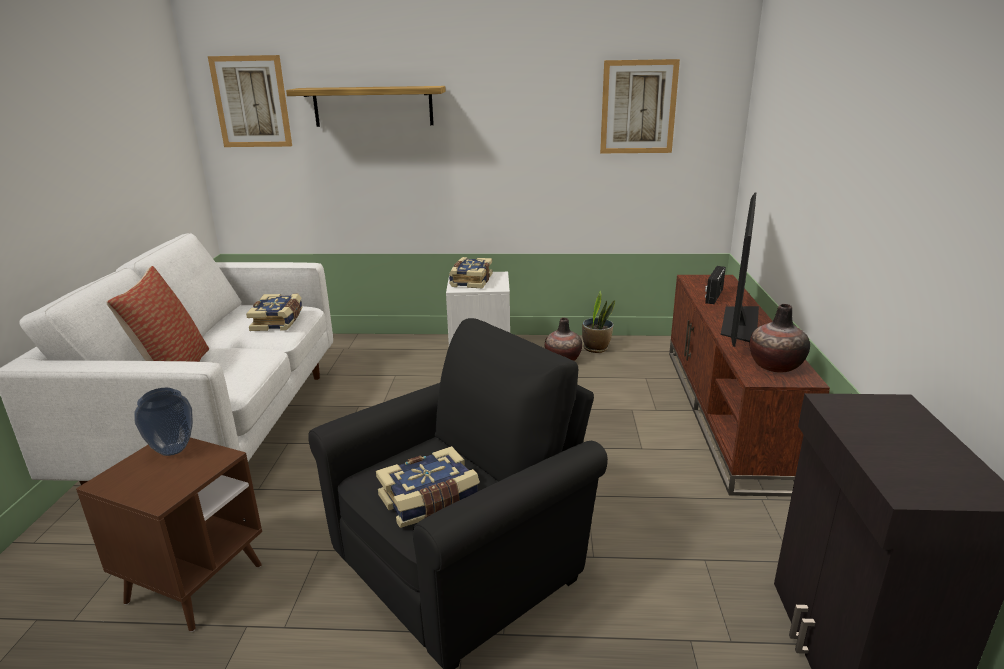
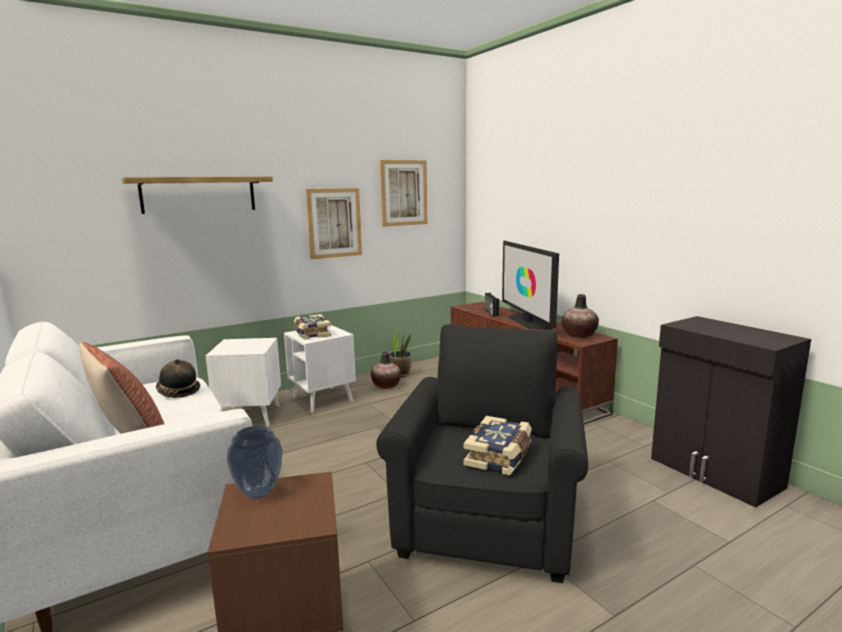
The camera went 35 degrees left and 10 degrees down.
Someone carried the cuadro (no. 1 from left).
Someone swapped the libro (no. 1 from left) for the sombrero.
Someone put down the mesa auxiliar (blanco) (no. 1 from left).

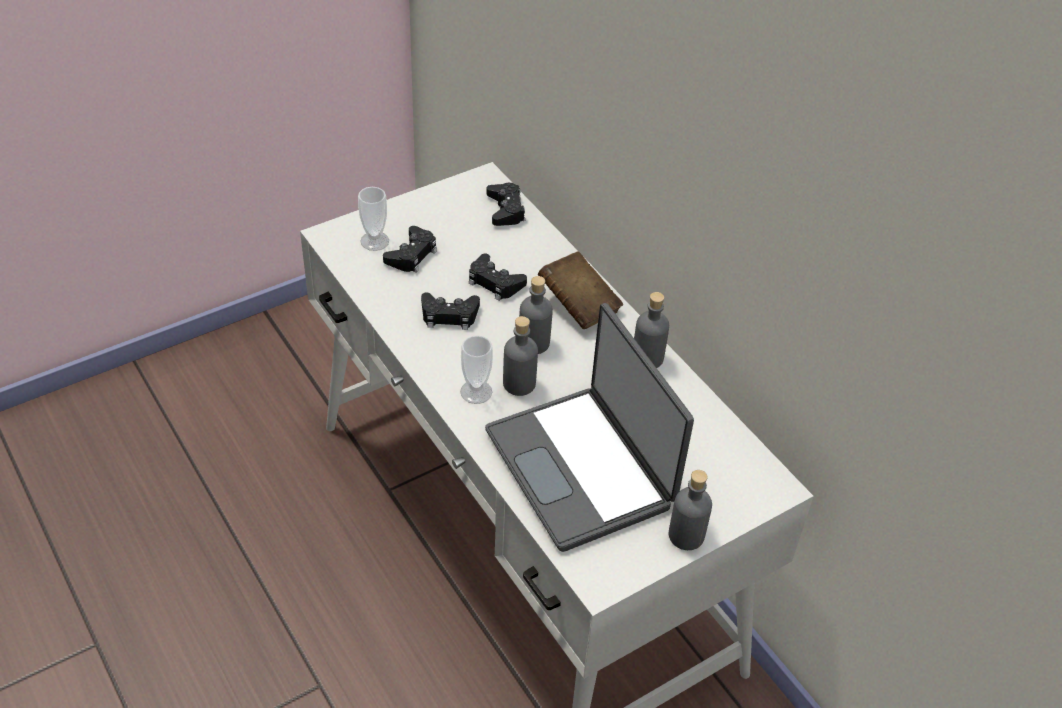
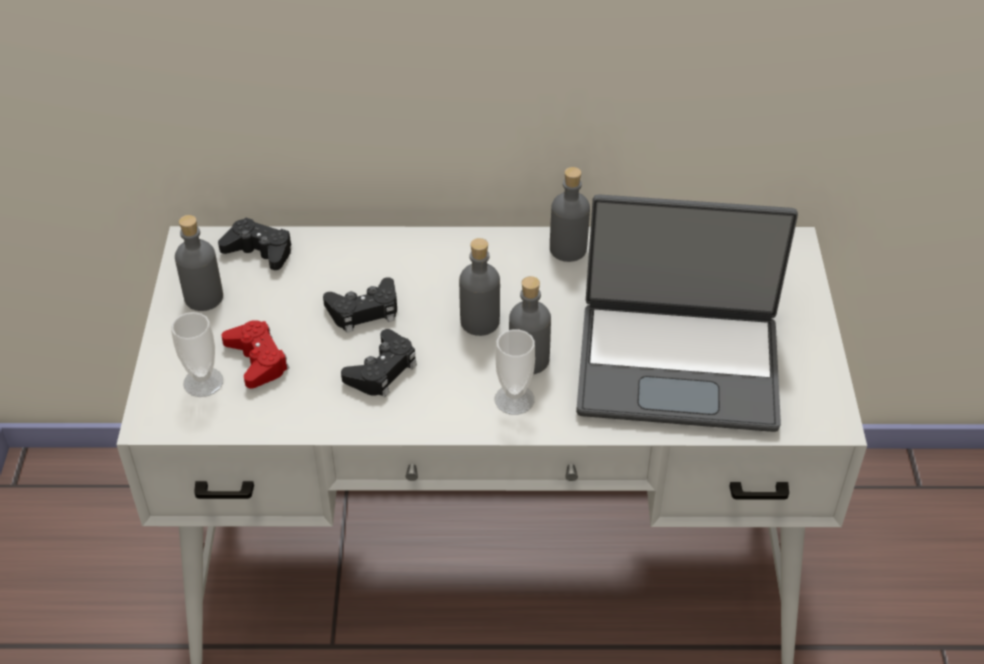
The camera went 55 degrees left and 0 degrees up.
Someone repainted the mando de consola (negro) (no. 1 from left), which became the mando de consola (rojo).
Someone took away the libro (marrón).
Someone carried the botella (gris) (no. 4 from left in the first image).

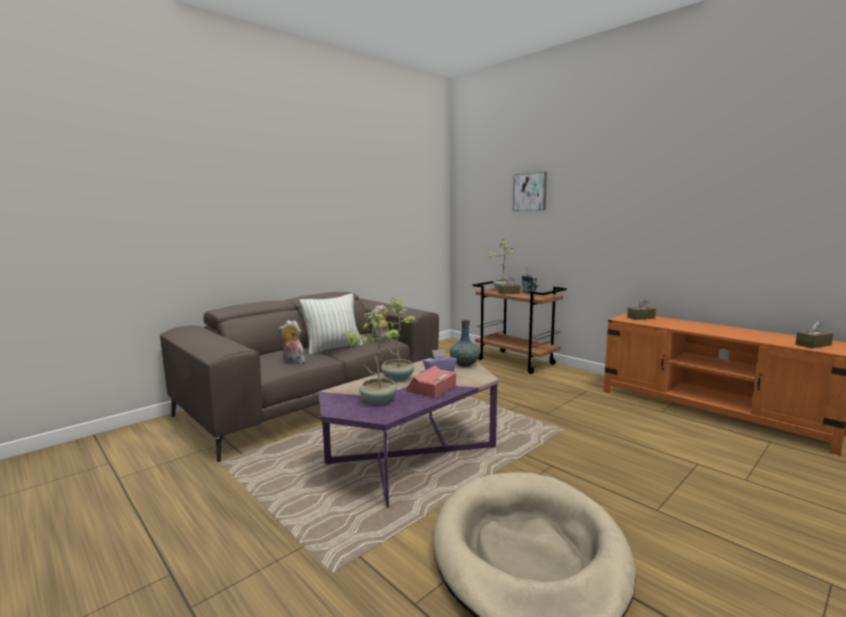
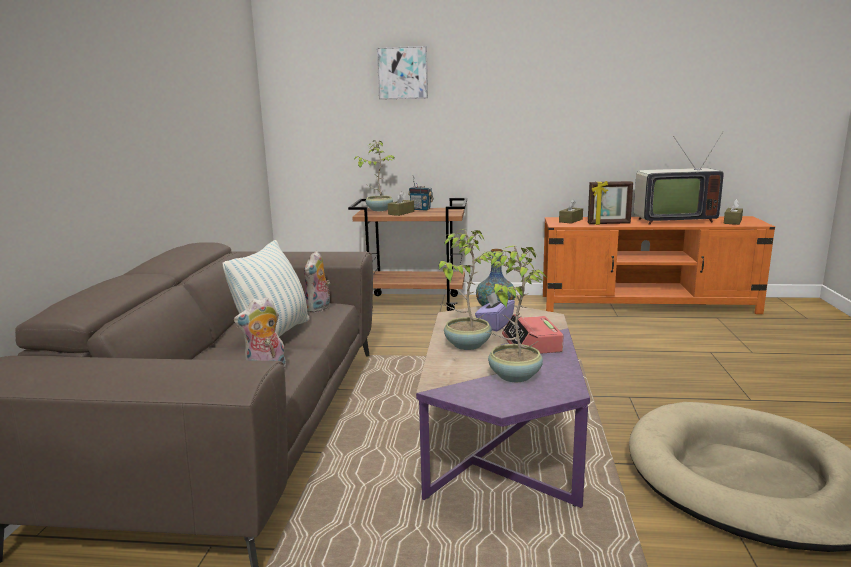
The camera went 40 degrees left and 5 degrees up.
Someone put down the portarretratos.
Someone put down the televisor.

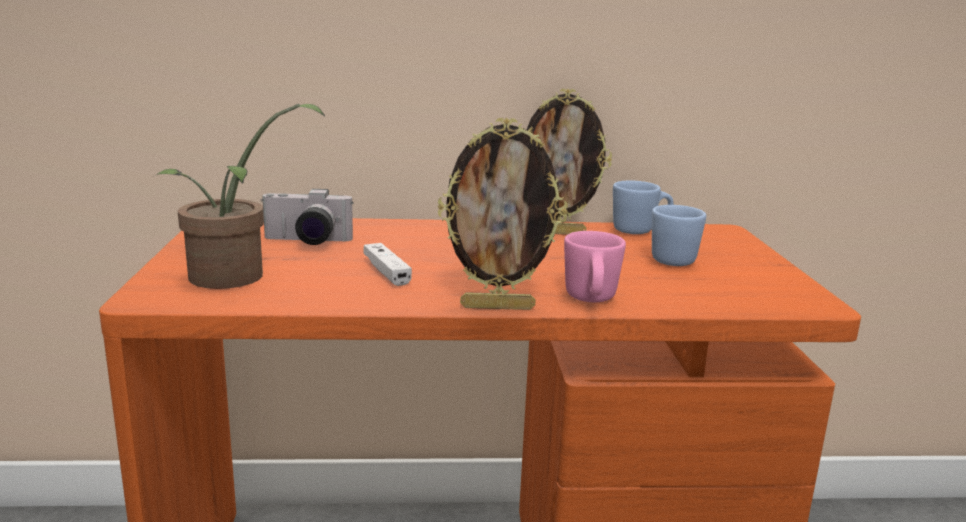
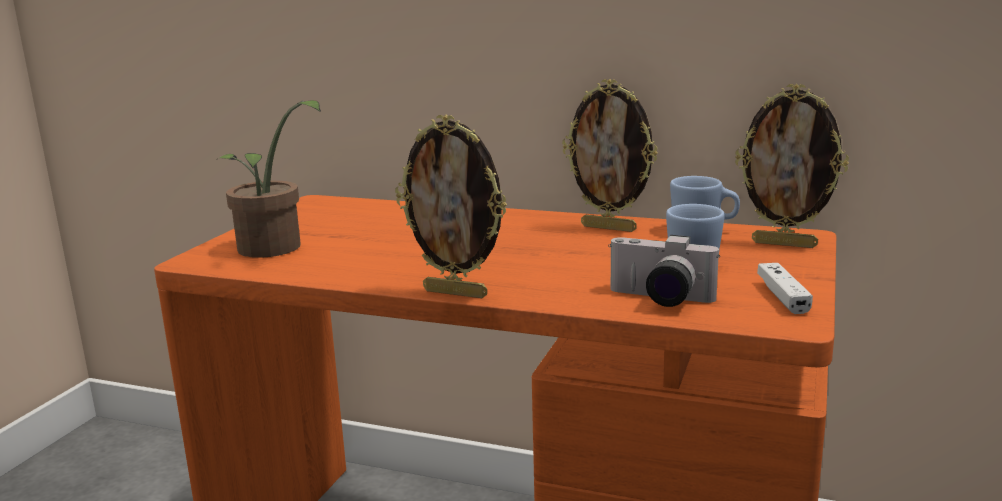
The camera went 25 degrees right and 0 degrees up.
Someone carried the cámara.
Someone carried the mando de consola (blanco).
Someone took away the taza grande (rosa).
Someone put down the portarretratos (no. 3 from left).

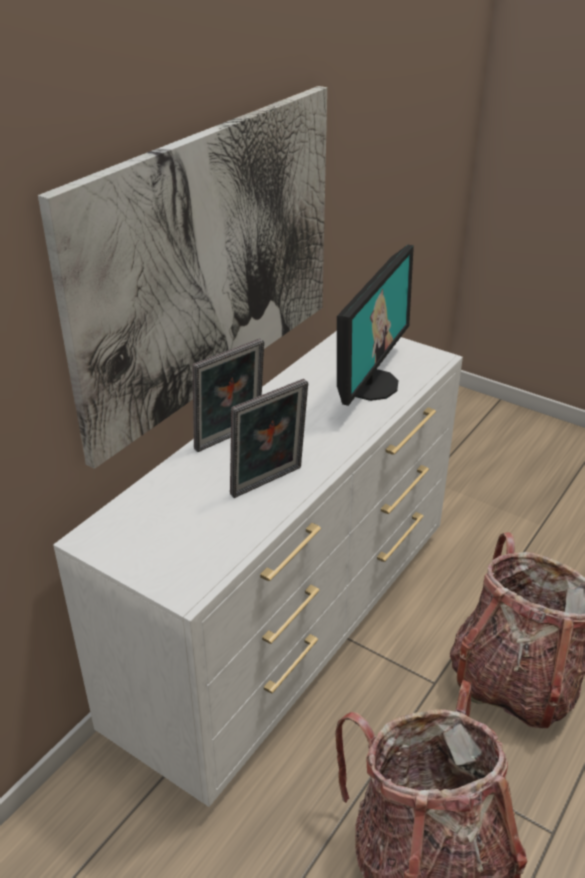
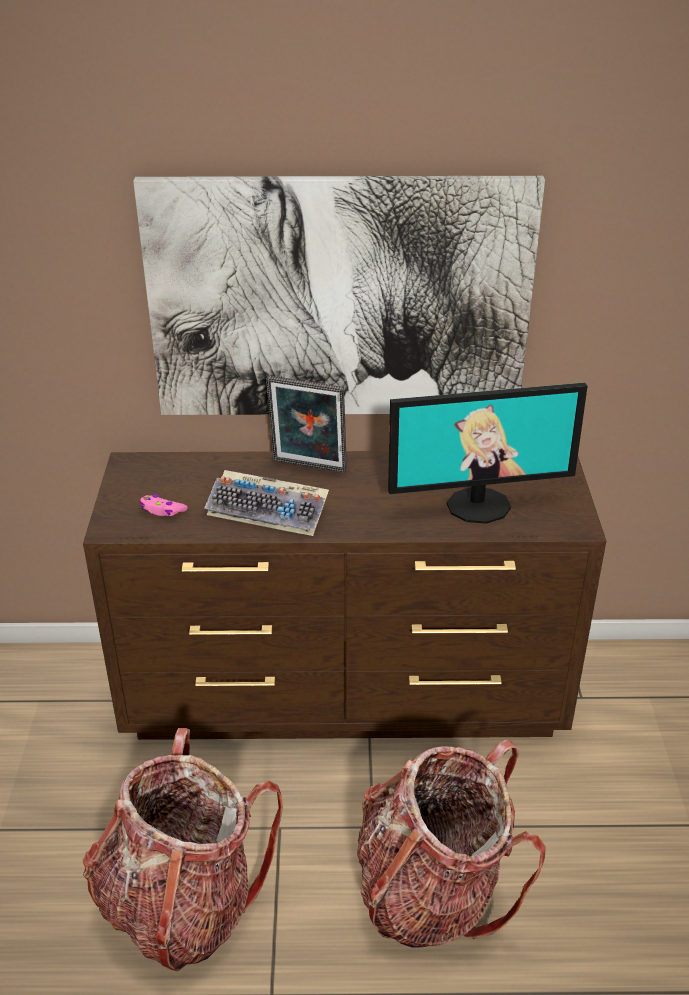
The camera went 55 degrees right and 0 degrees up.
Someone repainted the cómoda (blanco), which became the cómoda (marrón).
Someone swapped the portarretratos (no. 2 from left) for the teclado.
Someone put down the mando de consola (rosa).

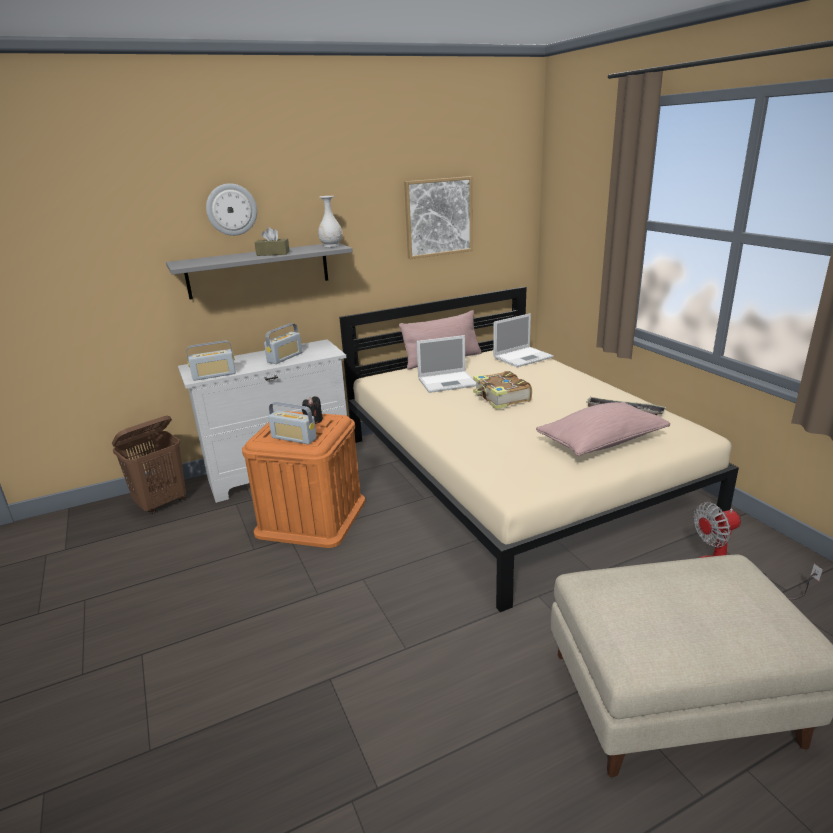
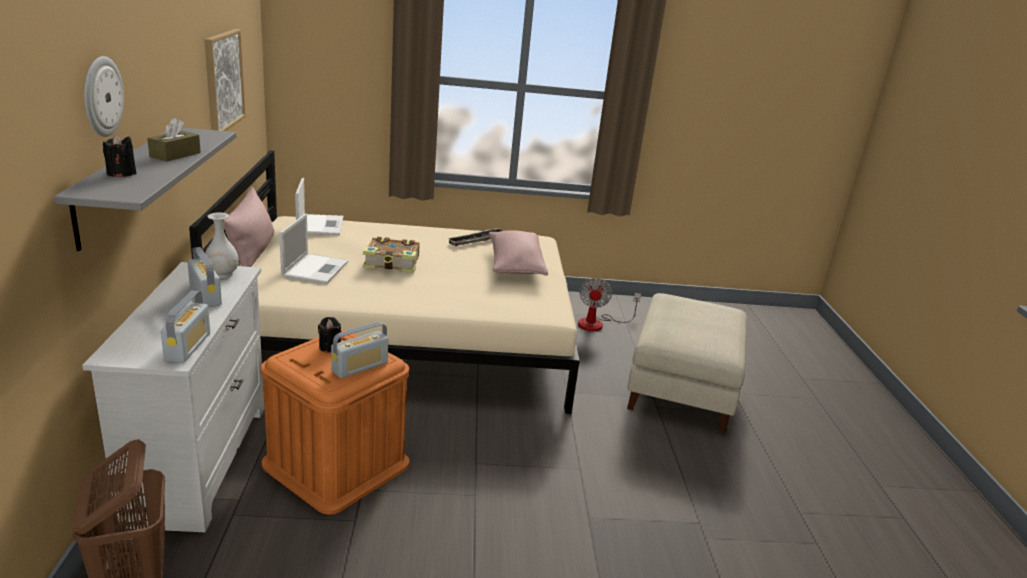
The camera went 70 degrees left and 0 degrees up.
Someone carried the florero (blanco).
Someone put down the vela (negro) (no. 1 from left).

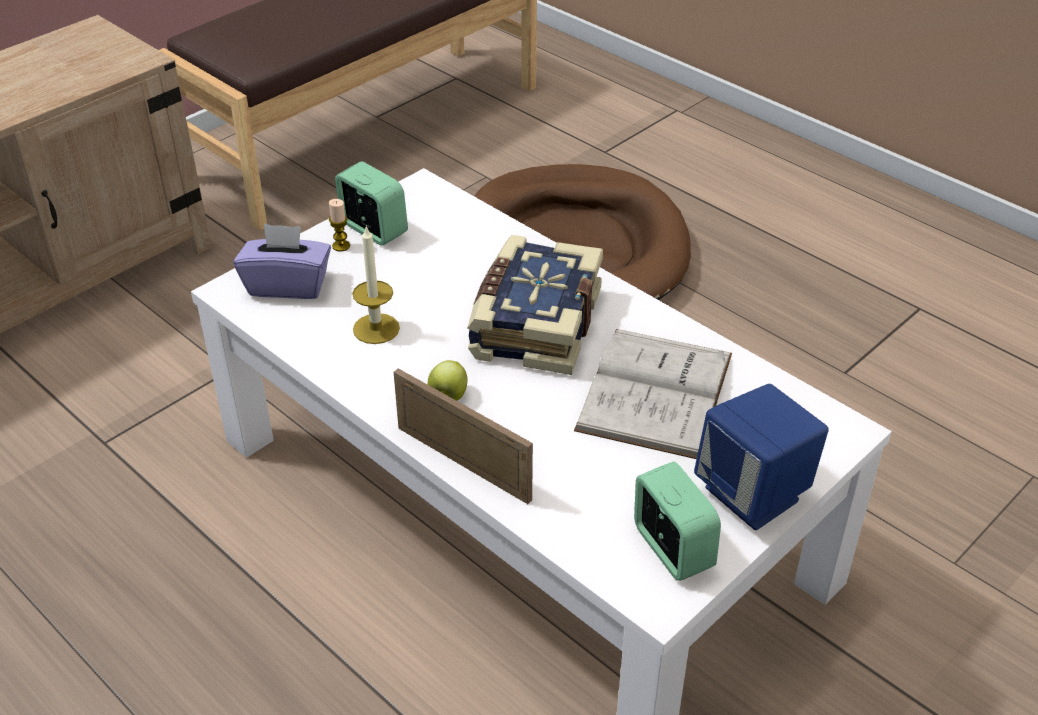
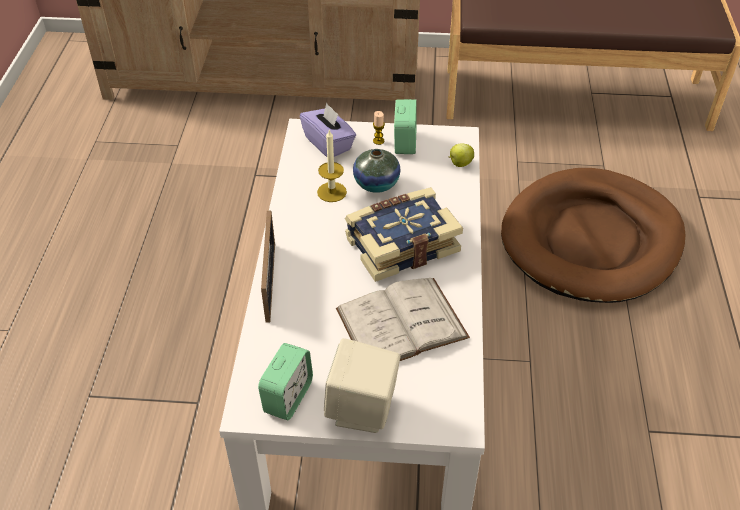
The camera went 50 degrees right and 5 degrees up.
Someone carried the manzana.
Someone repainted the altavoz (azul), which became the altavoz (beis).
Someone put down the florero.

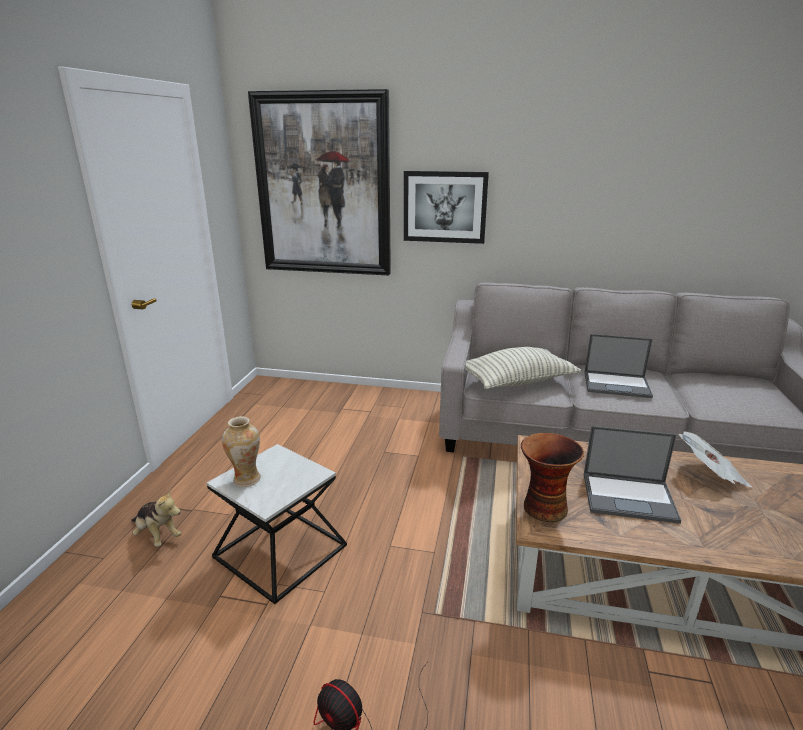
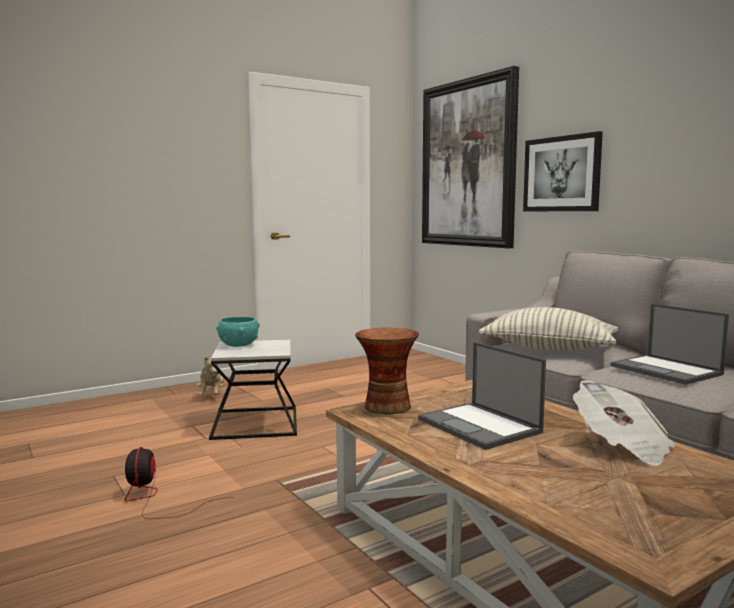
The camera went 45 degrees right and 15 degrees down.
Someone swapped the florero (no. 1 from left) for the cuenco (turquesa).

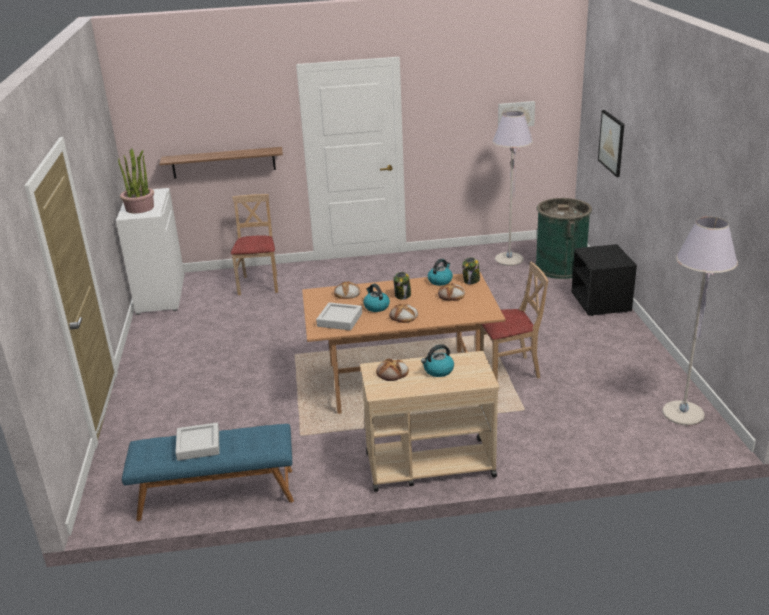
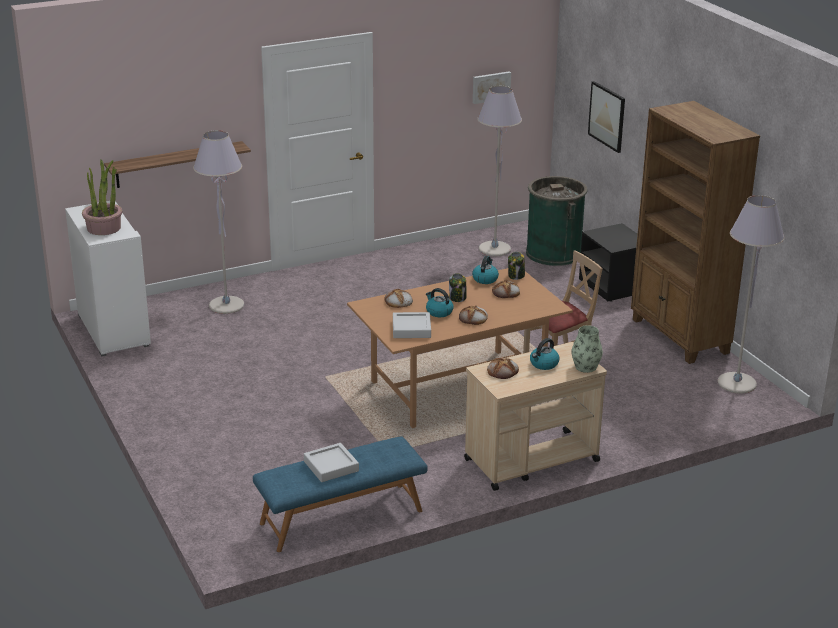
The camera went 20 degrees left and 0 degrees up.
Someone swapped the silla (beis) (no. 1 from left) for the lámpara de pie (gris) (no. 1 from left).
Someone put down the florero.
Someone put down the estantería (marrón).

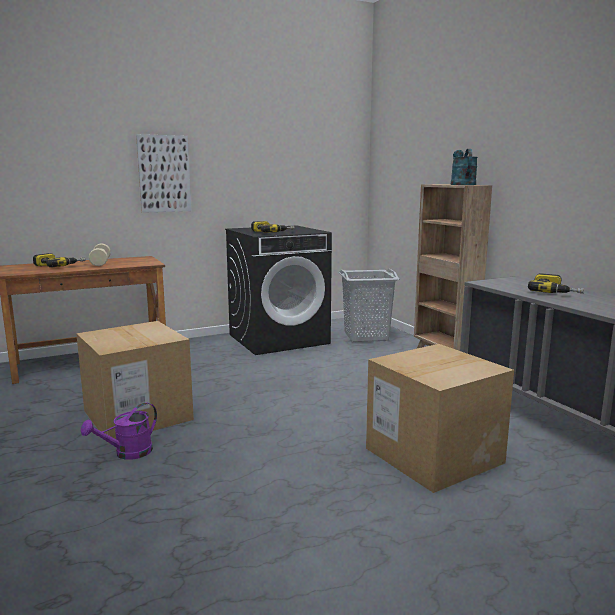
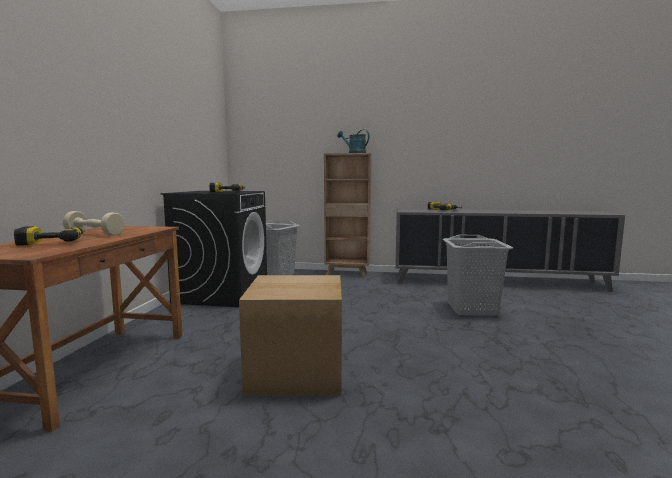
The camera went 55 degrees left and 5 degrees down.
Someone took away the regadera (morado).
Someone took away the cuadro.
Someone swapped the caja de cartón (no. 2 from left) for the cesto de la ropa (gris) (no. 2 from left).

